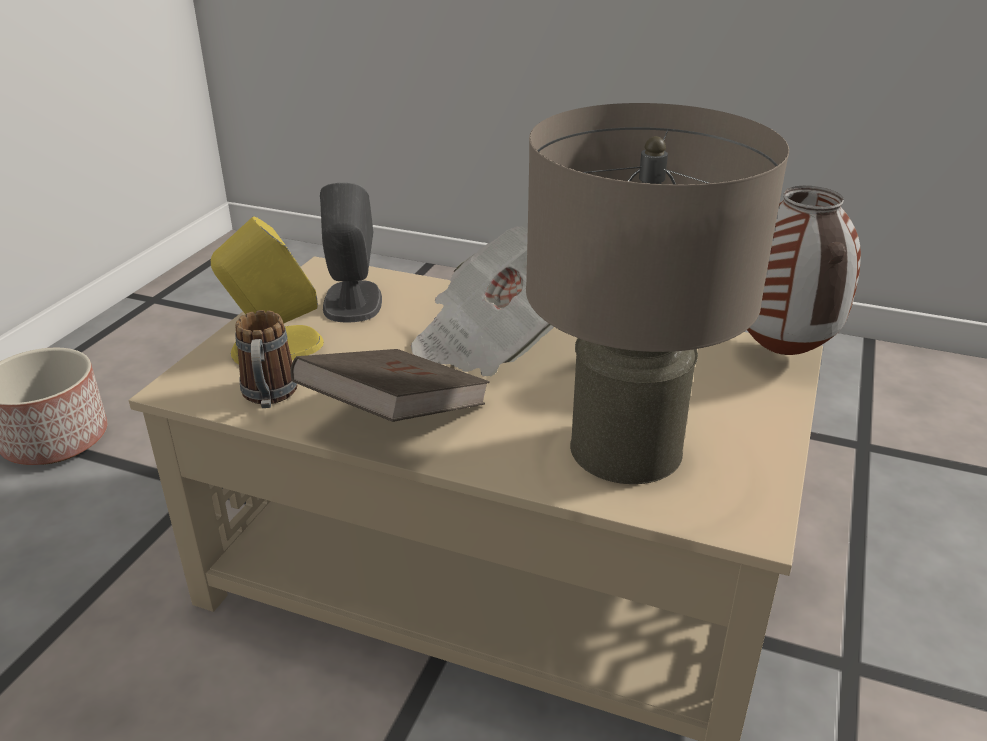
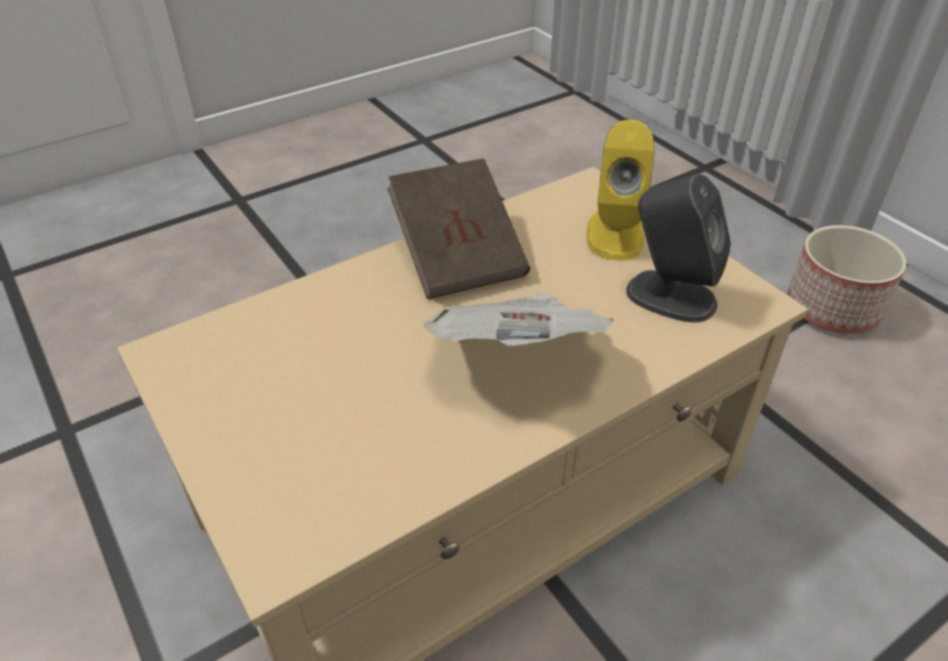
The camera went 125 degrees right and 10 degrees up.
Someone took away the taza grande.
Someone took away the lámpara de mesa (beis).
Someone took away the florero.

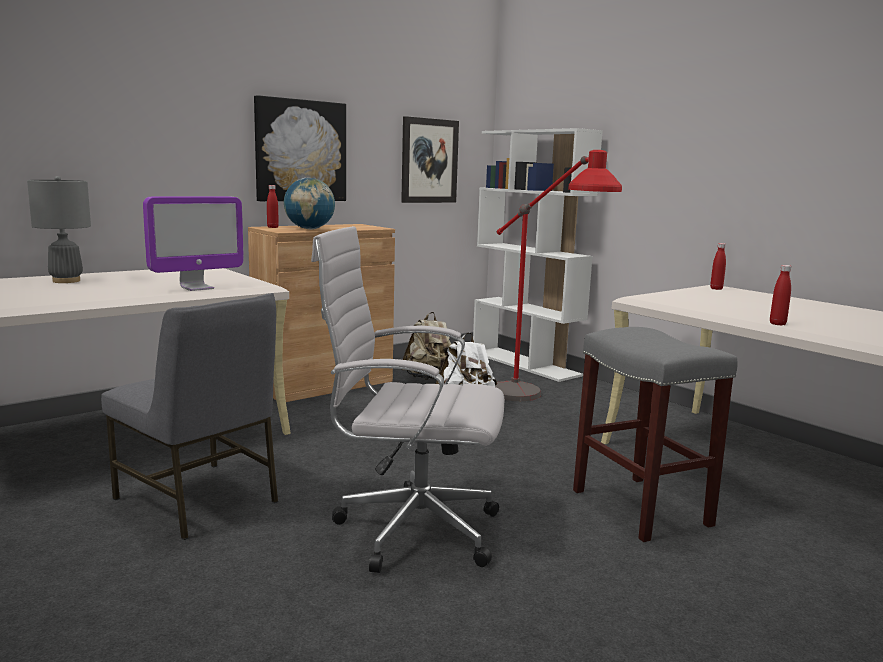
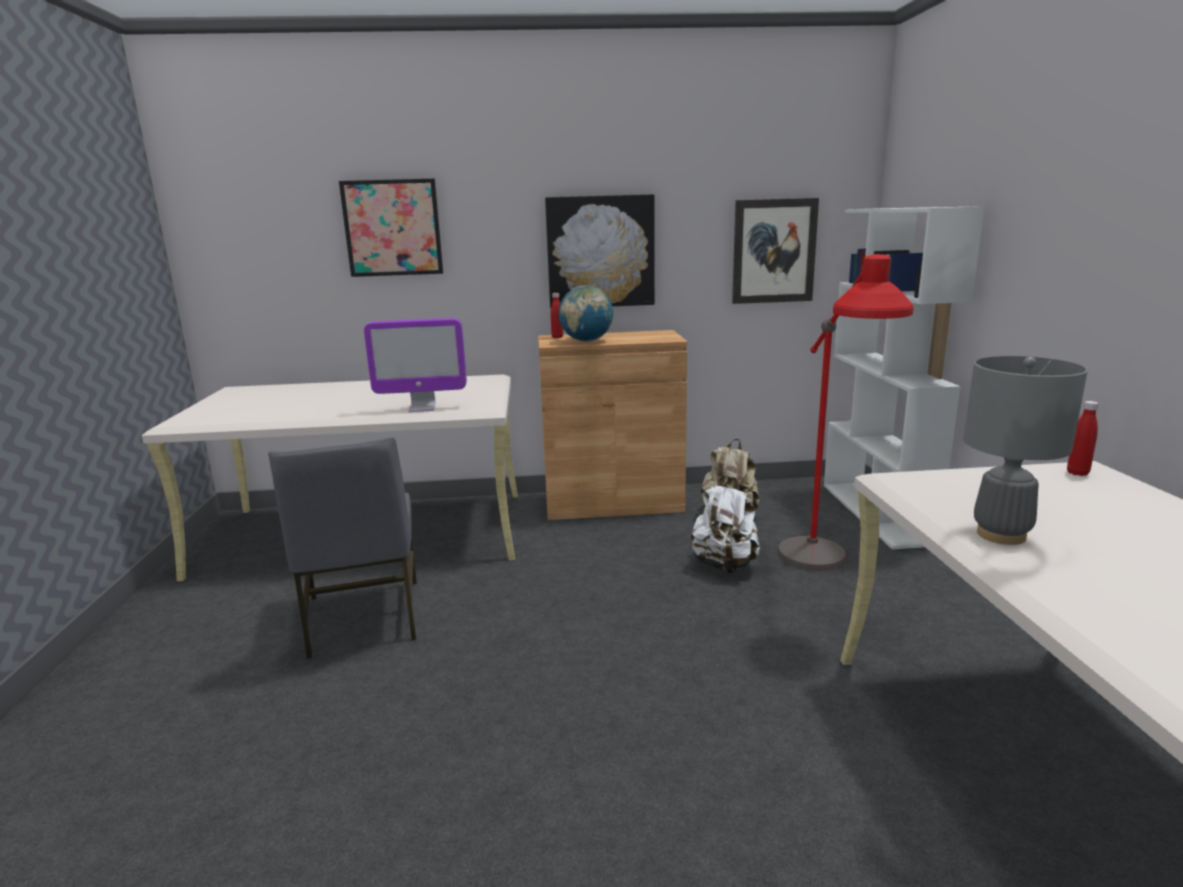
The camera went 35 degrees right and 5 degrees up.
Someone carried the lámpara de mesa (gris).
Someone took away the silla de oficina (blanco).
Someone took away the taburete (gris).
Someone took away the botella (rojo) (no. 3 from left).
Someone put up the cuadro (no. 1 from left).

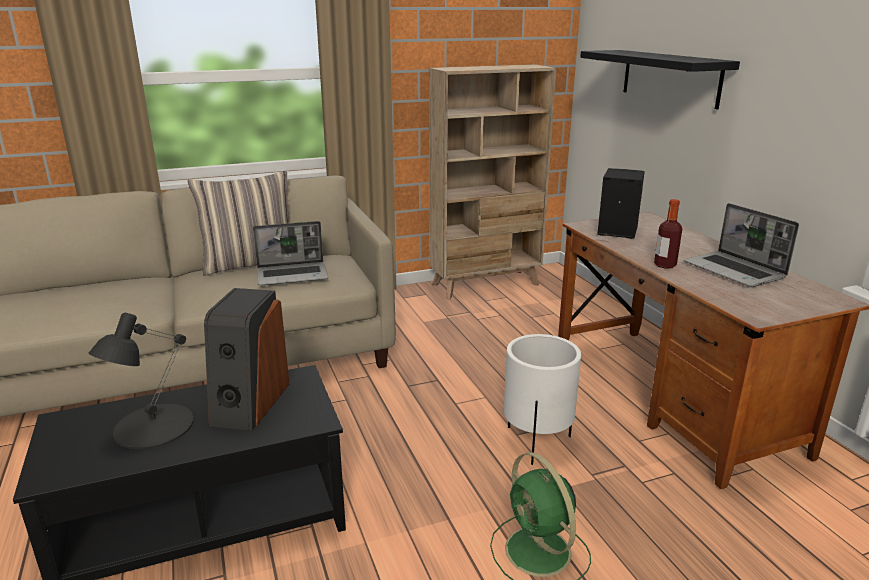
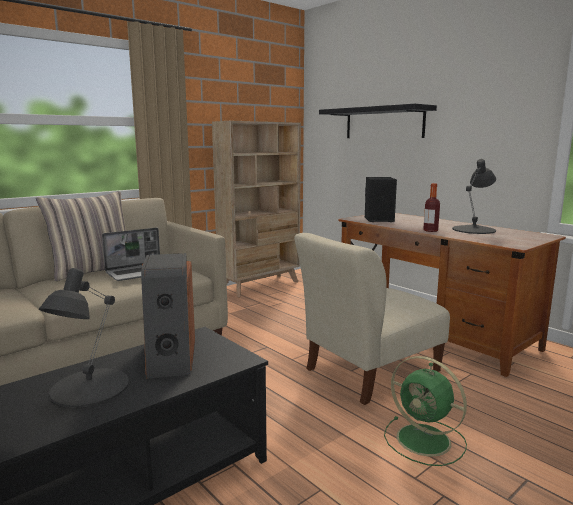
The camera went 20 degrees left and 10 degrees down.
Someone swapped the maceta (blanco) for the silla (beis).
Someone swapped the portátil (no. 2 from left) for the lámpara de mesa (negro) (no. 2 from left).

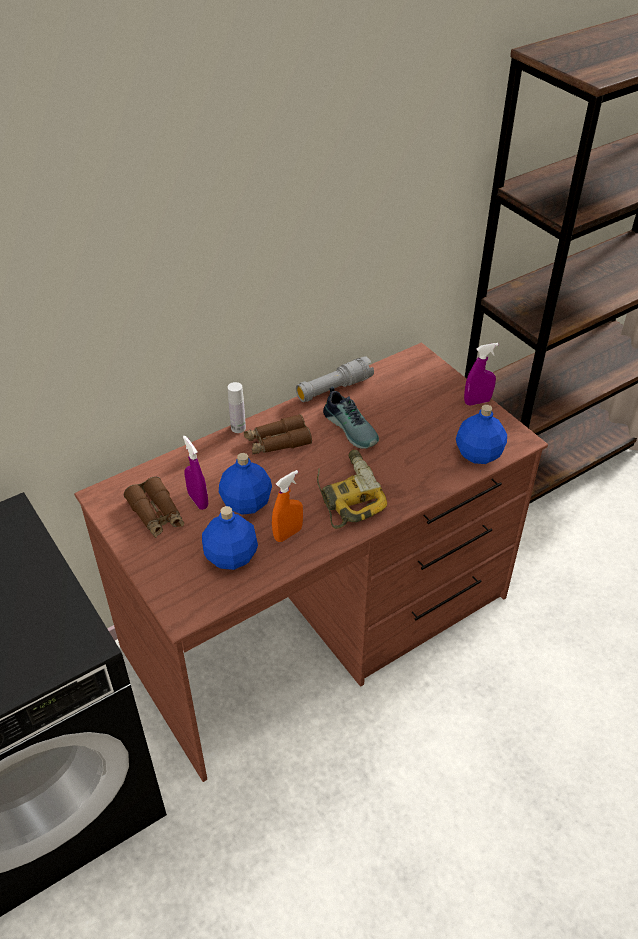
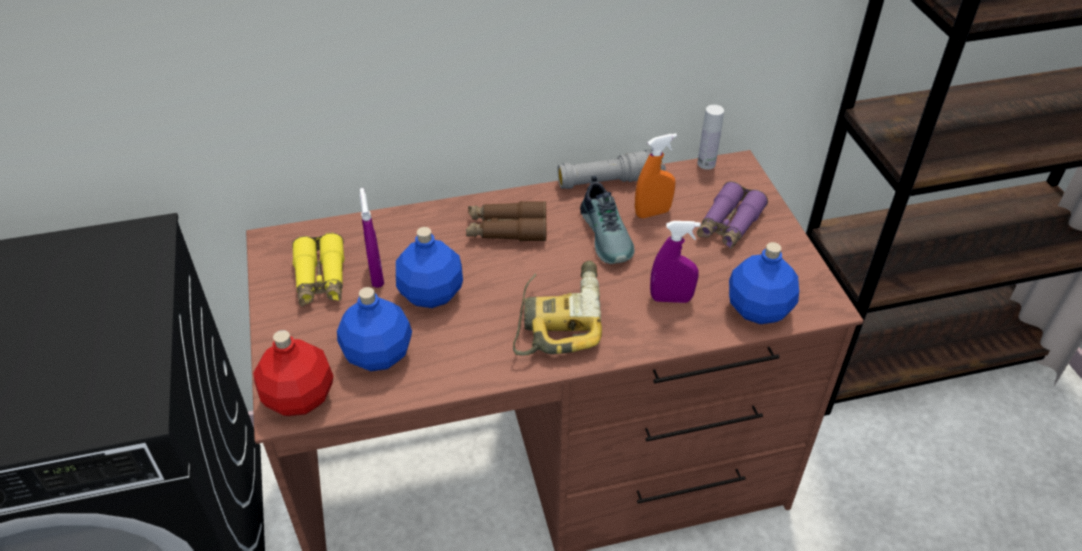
The camera went 20 degrees right and 0 degrees up.
Someone repainted the prismáticos (marrón) (no. 1 from left), which became the prismáticos (amarillo).
Someone carried the botella (blanco).
Someone carried the pulverizador (naranja).
Someone carried the pulverizador (morado) (no. 2 from left).
Someone put down the botella (rojo).
Someone put down the prismáticos (morado).

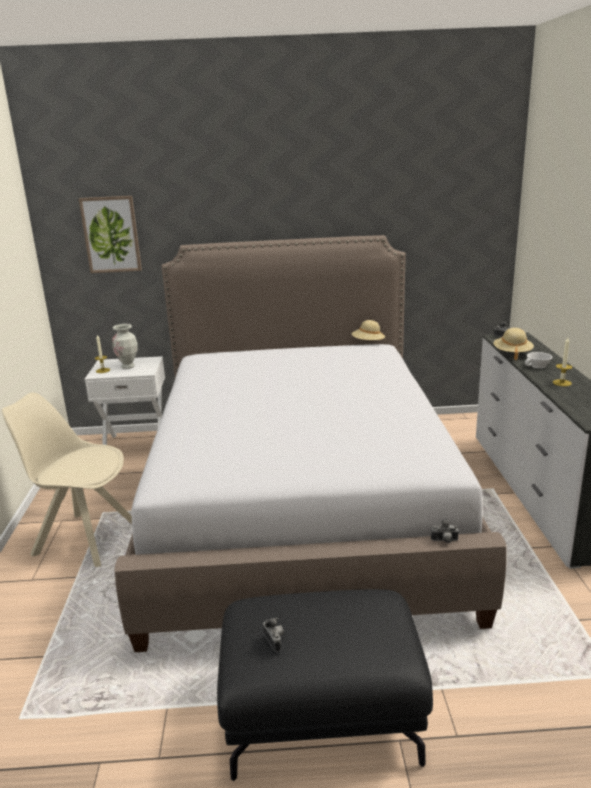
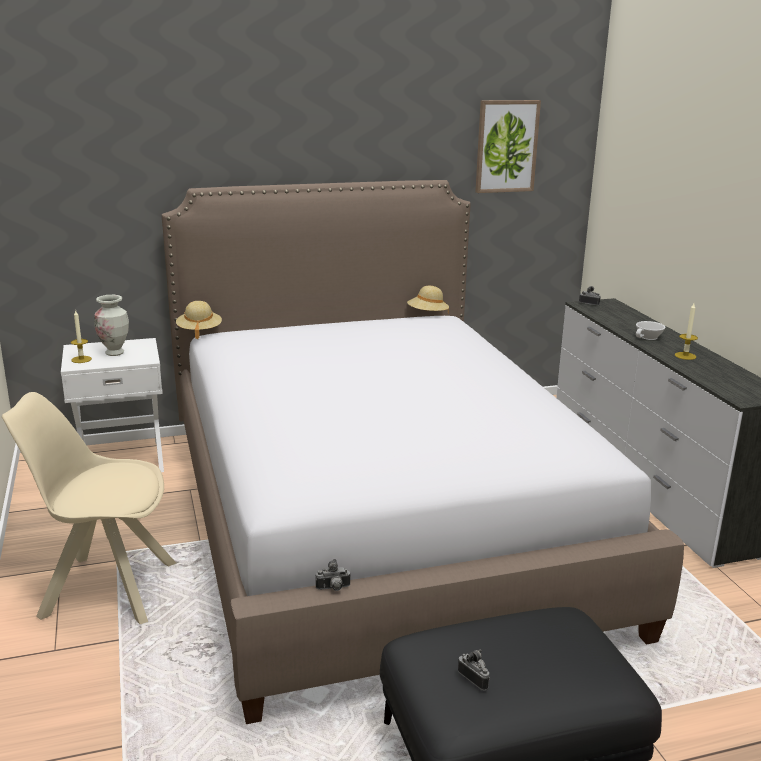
The camera went 15 degrees left and 0 degrees up.
Someone carried the cuadro.
Someone carried the cámara (no. 2 from left in the first image).
Someone carried the sombrero (beis) (no. 2 from left in the first image).

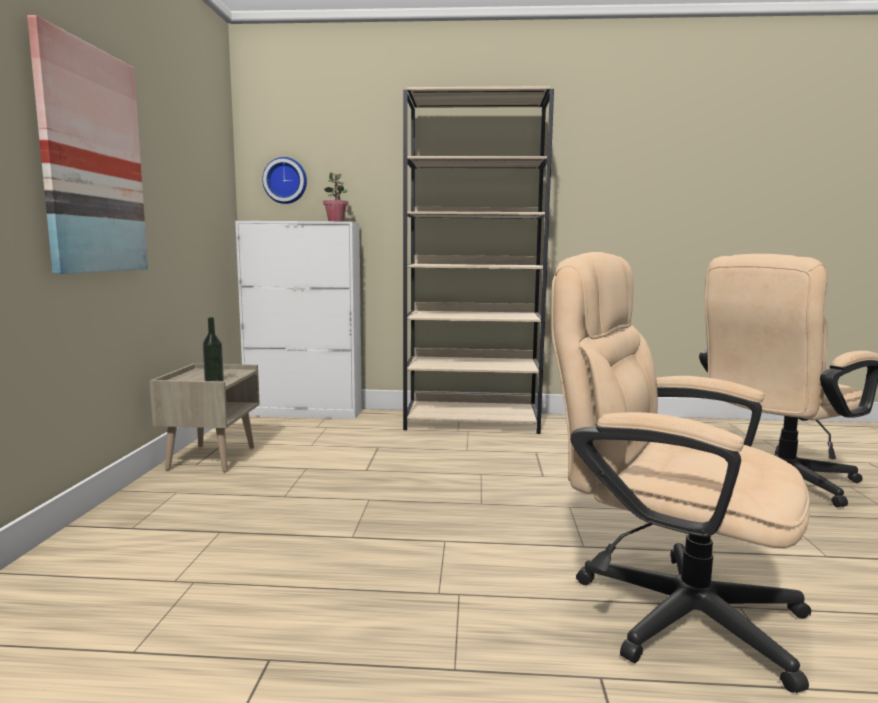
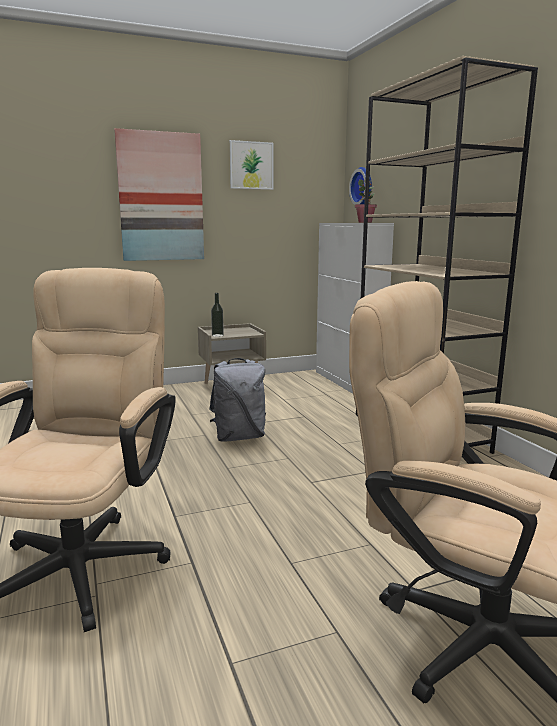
The camera went 65 degrees right and 5 degrees up.
Someone put down the mochila (gris).
Someone put up the cuadro (no. 2 from left).

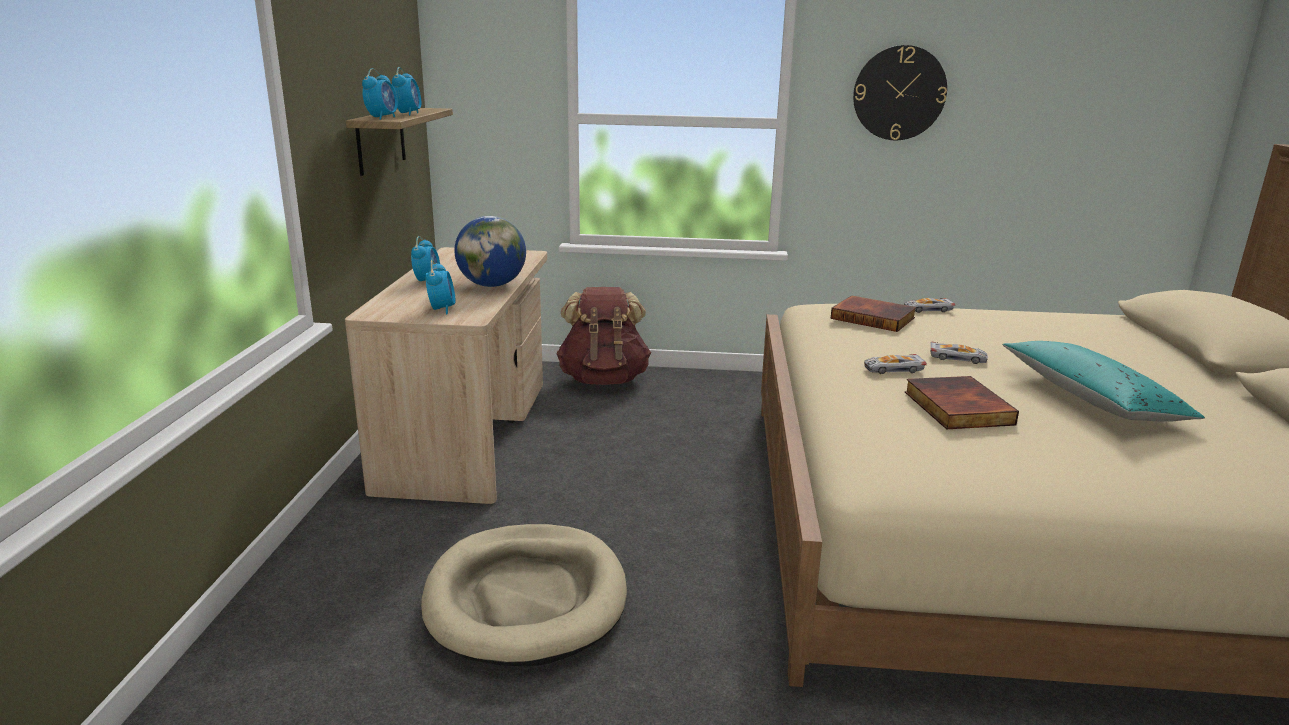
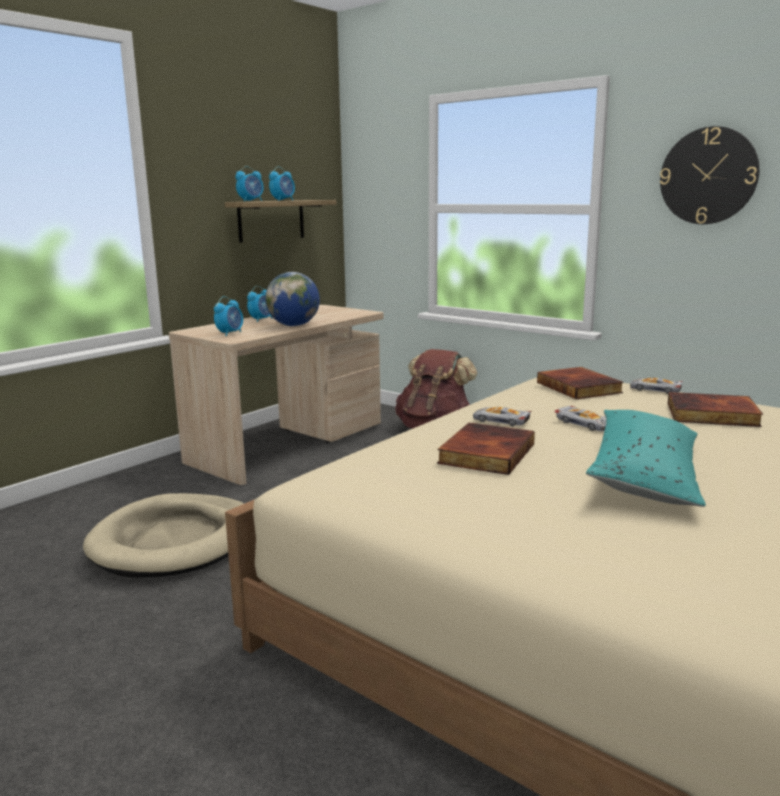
The camera went 35 degrees right and 5 degrees down.
Someone put down the libro (no. 3 from left).

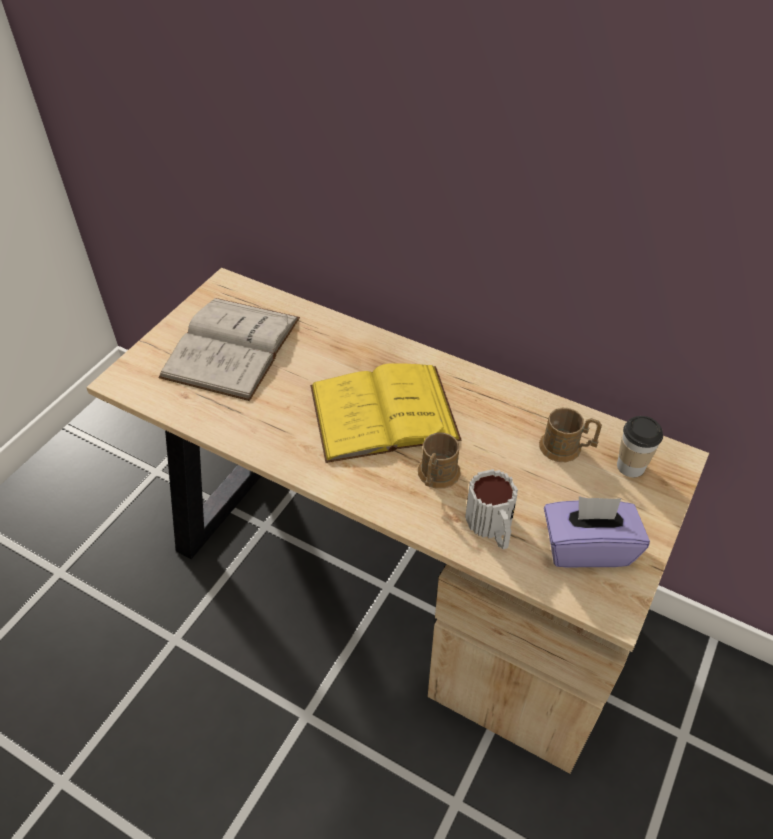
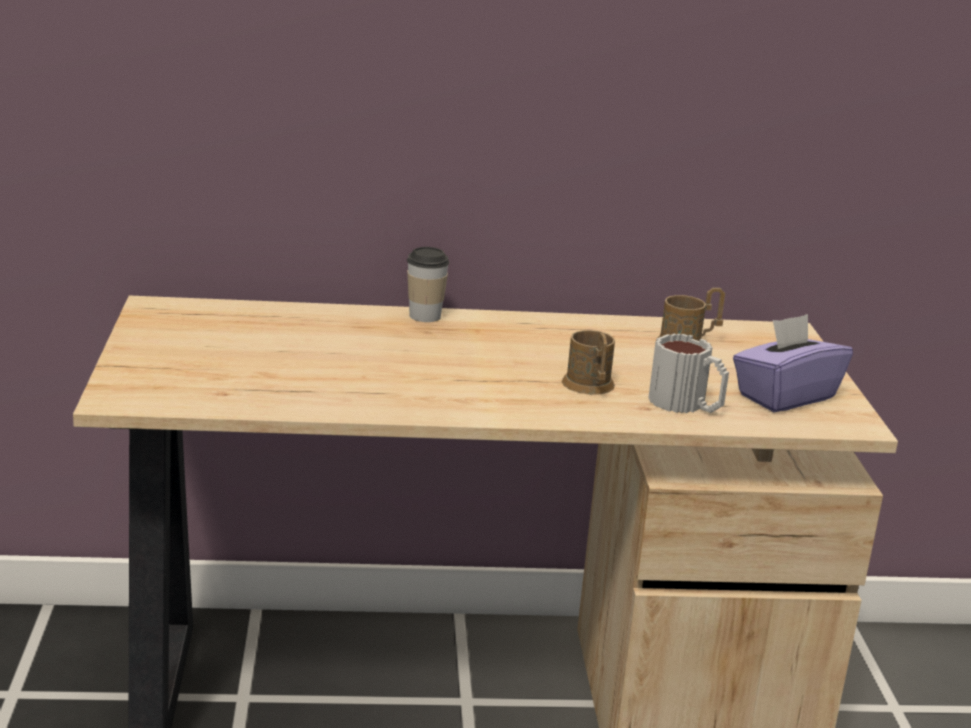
The camera went 35 degrees left and 25 degrees down.
Someone took away the libro (blanco).
Someone took away the libro (amarillo).
Someone carried the taza.

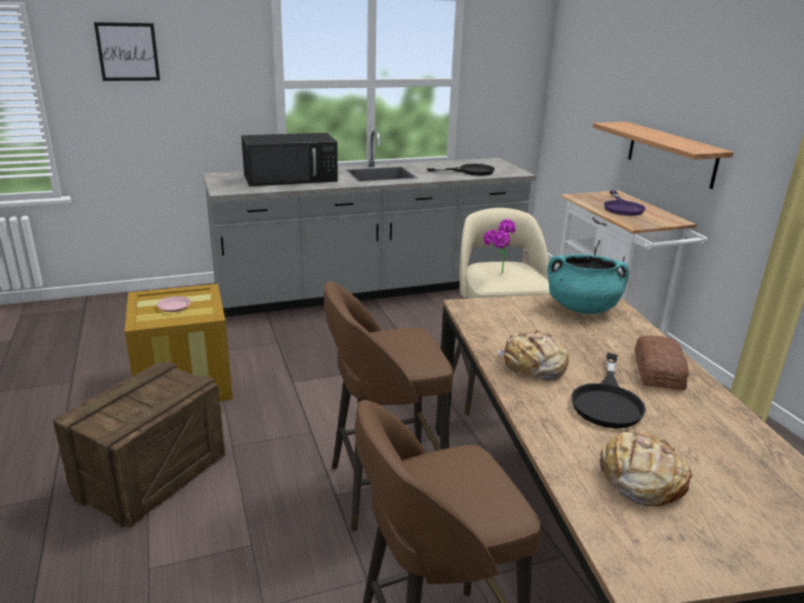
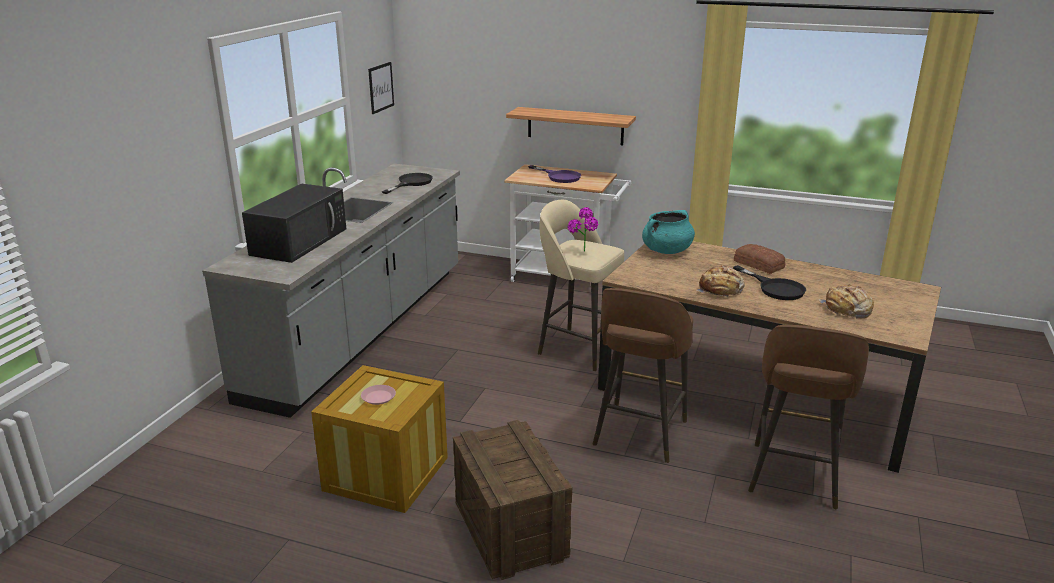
The camera went 50 degrees left and 0 degrees up.
Someone carried the cuadro.

